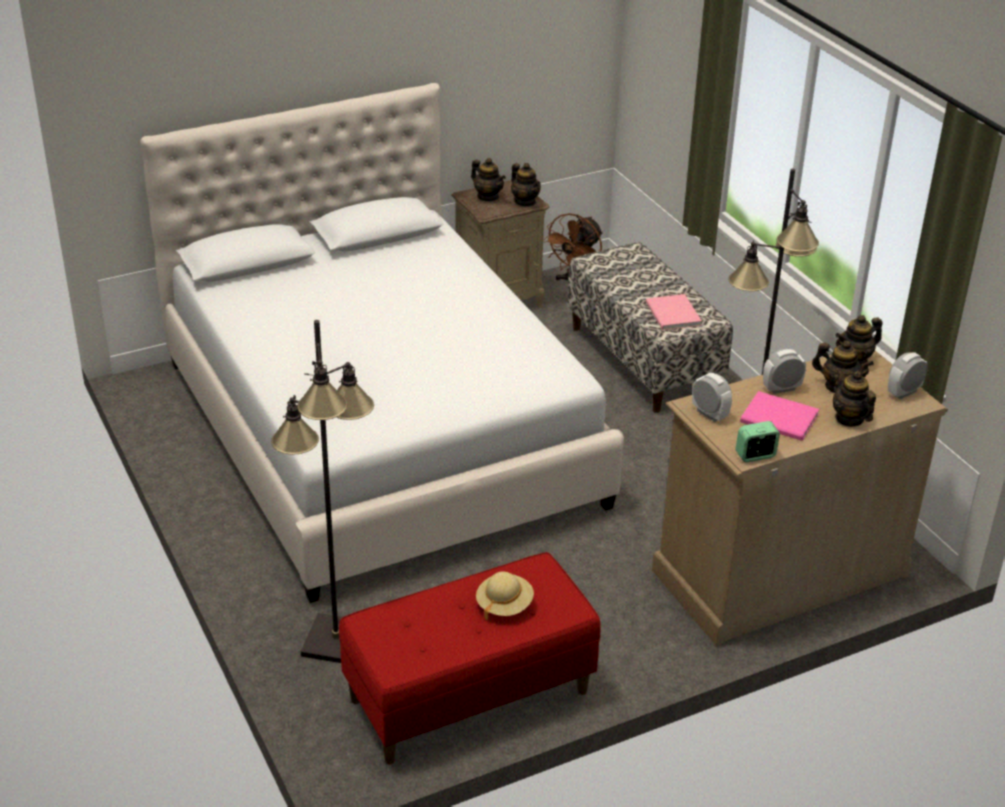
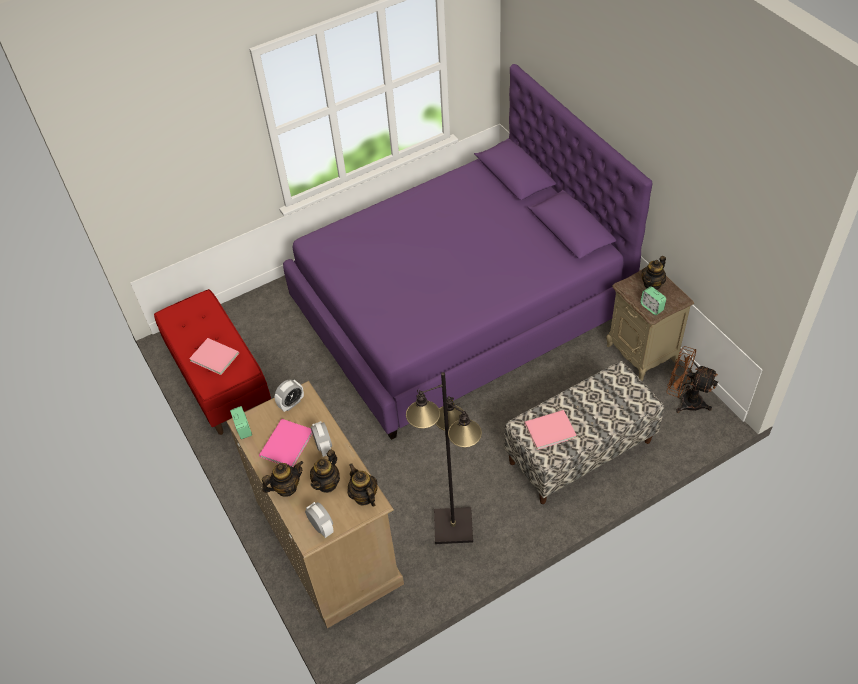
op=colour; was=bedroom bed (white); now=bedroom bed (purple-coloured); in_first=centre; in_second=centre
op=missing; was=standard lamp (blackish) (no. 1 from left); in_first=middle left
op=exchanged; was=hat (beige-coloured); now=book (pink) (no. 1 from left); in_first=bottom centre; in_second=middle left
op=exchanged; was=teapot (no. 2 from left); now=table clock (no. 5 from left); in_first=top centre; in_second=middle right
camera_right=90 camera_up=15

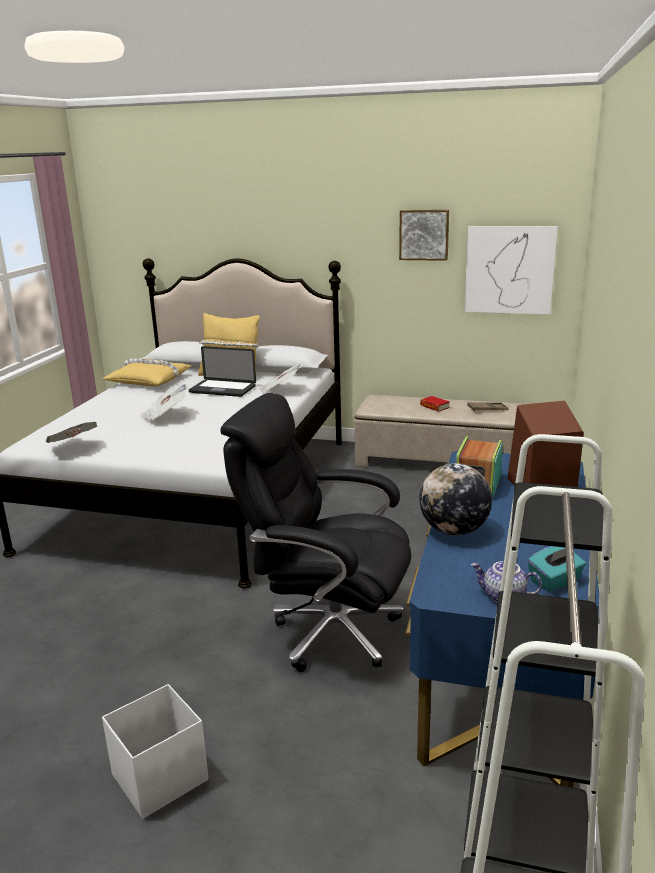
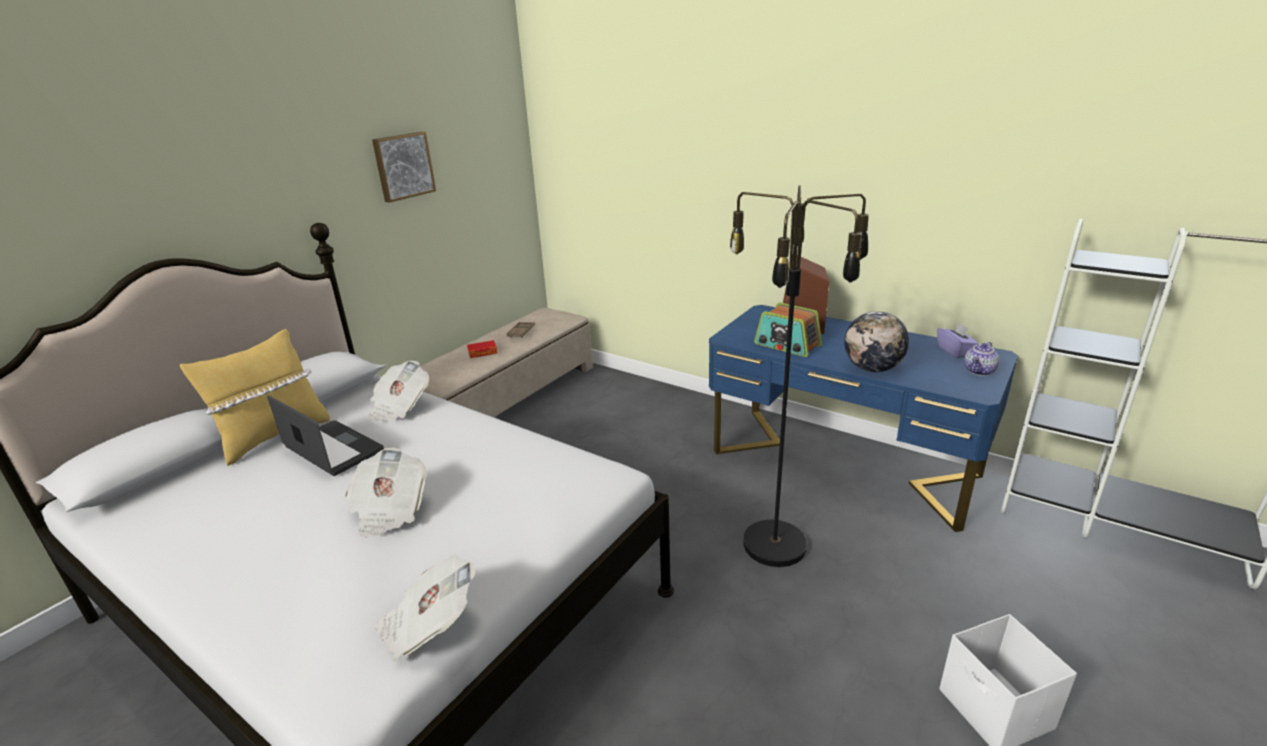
op=missing; was=throw pillow (yellow-coloured) (no. 1 from left); in_first=middle left
op=spun; was=notebook computer; in_first=centre; in_second=middle left; clockwise=-90
op=exchanged; was=computer chair (blackish); now=standard lamp; in_first=centre; in_second=centre
op=missing; was=wall art (no. 2 from left); in_first=top right
op=colour; was=tissue box (turquoise); now=tissue box (purple-coloured); in_first=middle right; in_second=middle right
camera_right=-70 camera_up=5

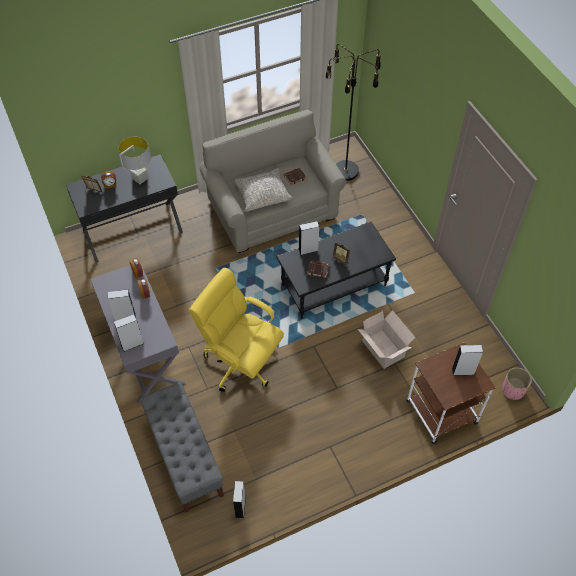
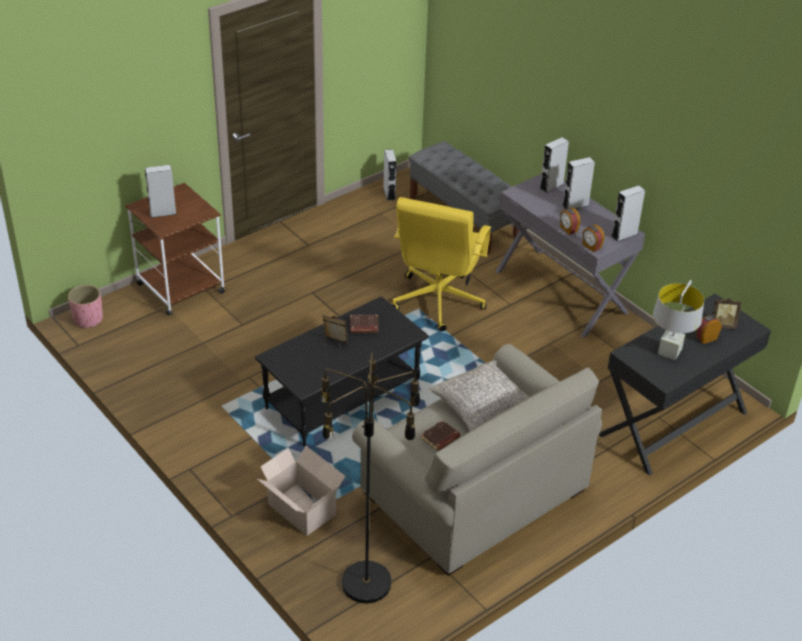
op=spun; was=computer chair (yellow-coloured); in_first=centre; in_second=centre; clockwise=90
op=relocated; was=loudspeaker (gray) (no. 4 from left in the first image); now=loudspeaker (gray) (no. 5 from left); in_first=centre; in_second=top right
op=relocated; was=carton; in_first=middle right; in_second=bottom centre
camera_right=165 camera_up=-15

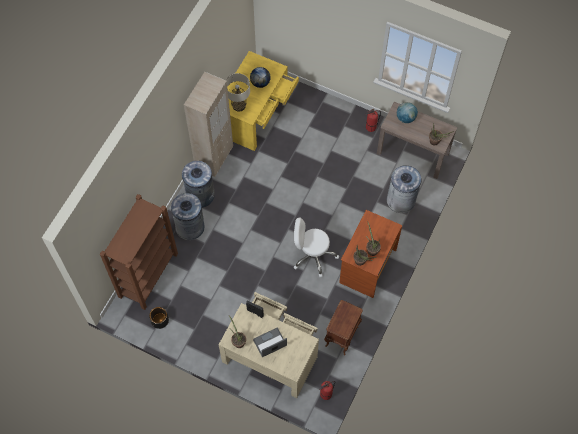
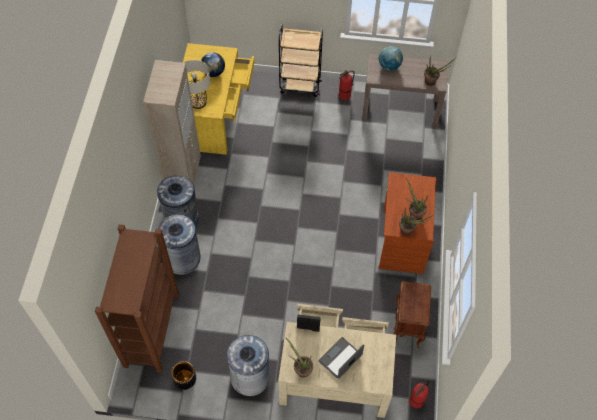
op=missing; was=computer chair (white); in_first=centre
op=relocated; was=rubbish bin (gray) (no. 3 from left); in_first=middle right; in_second=bottom centre
op=appeared; now=cart (brown); in_second=top centre
camera_right=-20 camera_up=-5

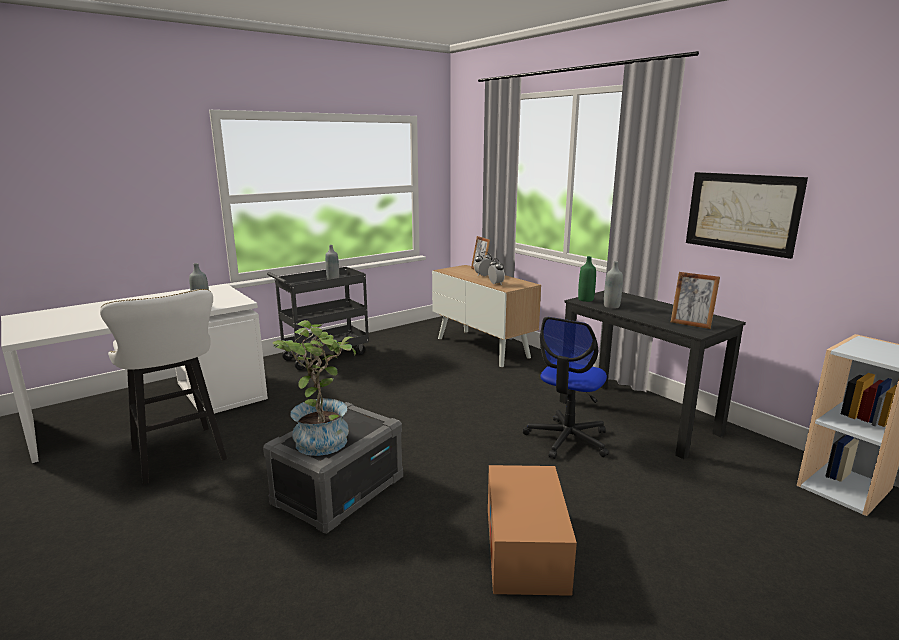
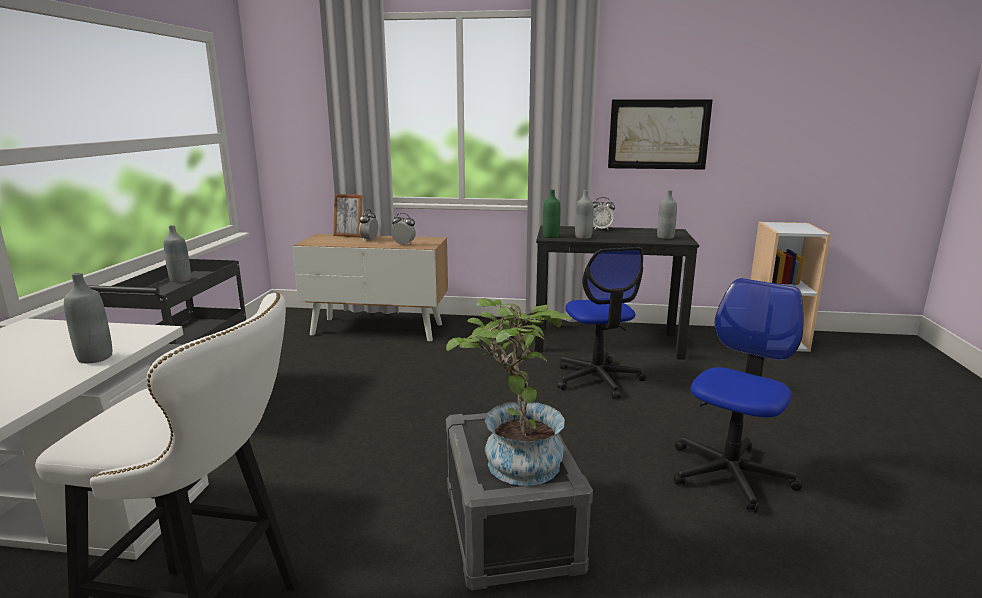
op=exchanged; was=carton; now=computer chair (no. 2 from left); in_first=bottom centre; in_second=middle right
op=exchanged; was=standing frame (no. 2 from left); now=drink bottle (gray) (no. 4 from left); in_first=middle right; in_second=middle right
op=appeared; now=table clock (no. 3 from left); in_second=centre
camera_right=-45 camera_up=0

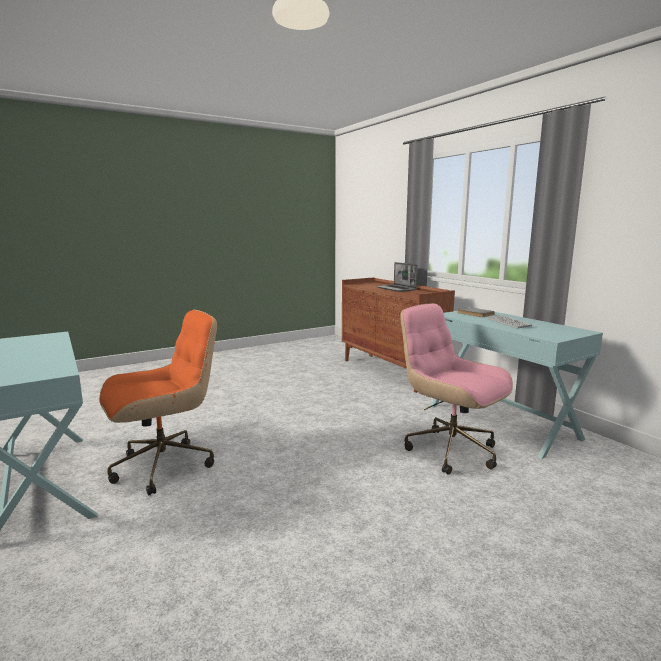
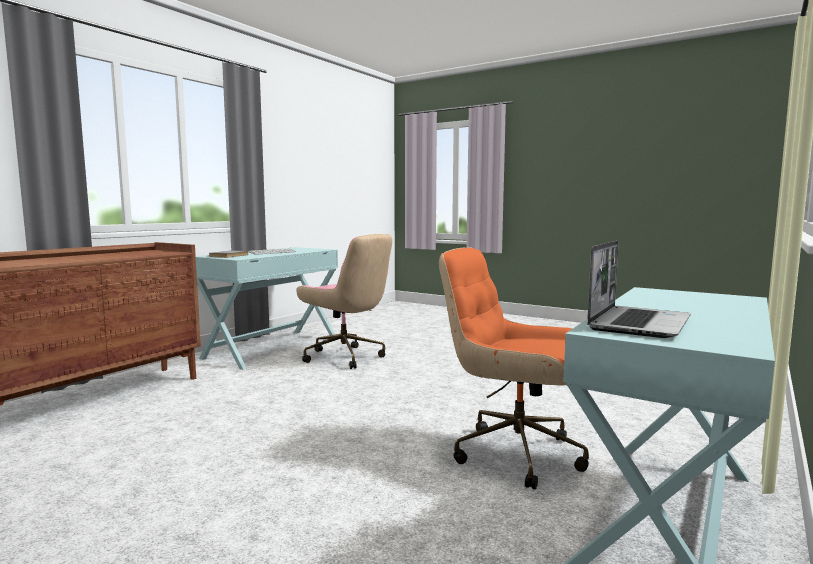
op=relocated; was=notebook computer; in_first=centre; in_second=middle right
op=spun; was=computer chair (pink); in_first=middle right; in_second=centre; clockwise=-75
camera_right=-115 camera_up=-5

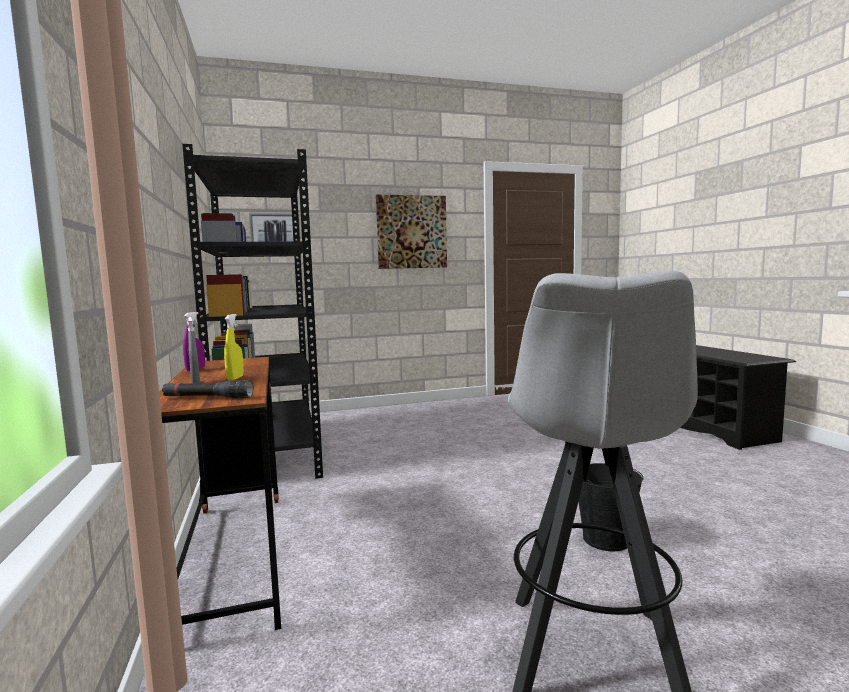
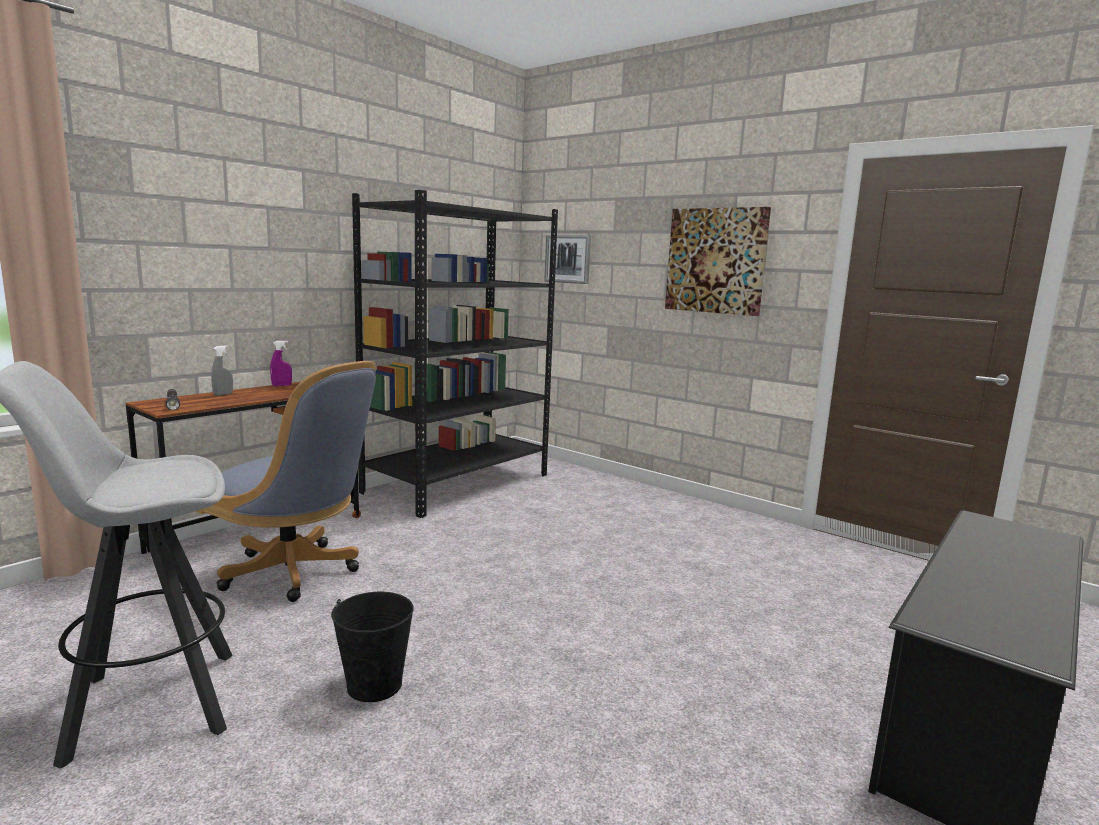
op=missing; was=spray bottle (yellow-coloured); in_first=middle left
op=appeared; now=computer chair (bluish); in_second=middle left
camera_right=55 camera_up=5

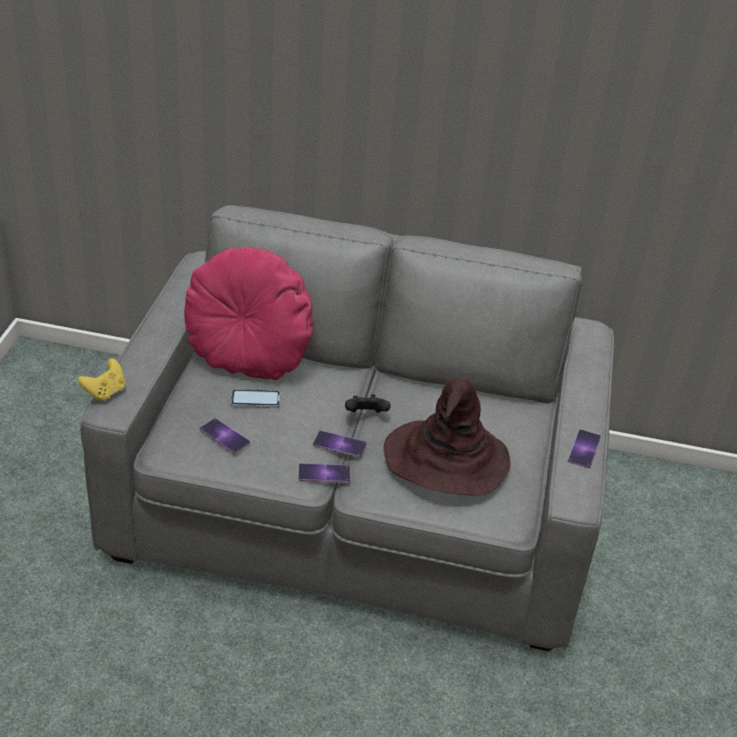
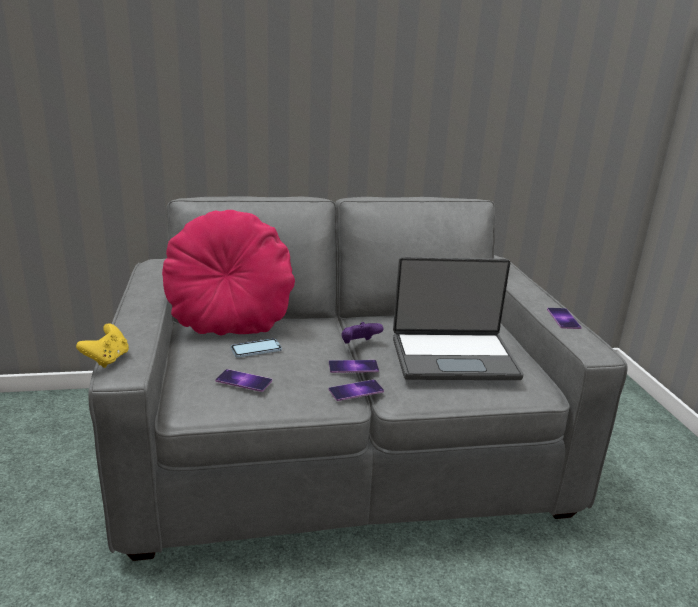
op=colour; was=gamepad (blackish); now=gamepad (purple-coloured); in_first=centre; in_second=centre
op=exchanged; was=hat (brown); now=notebook computer; in_first=centre; in_second=centre
camera_right=-20 camera_up=-15

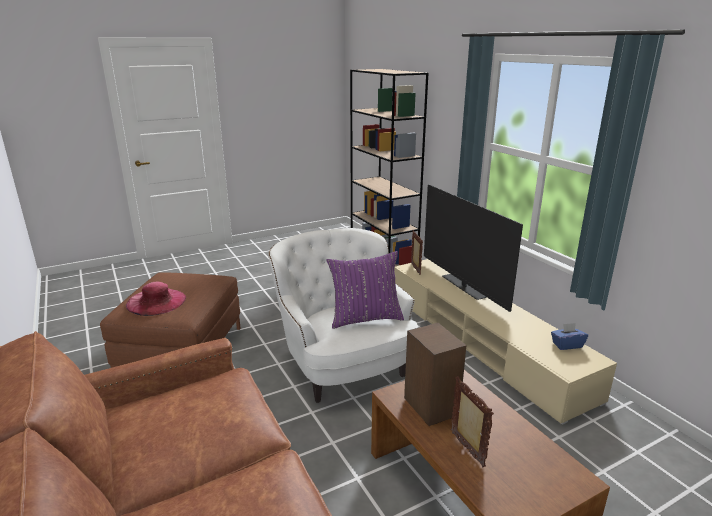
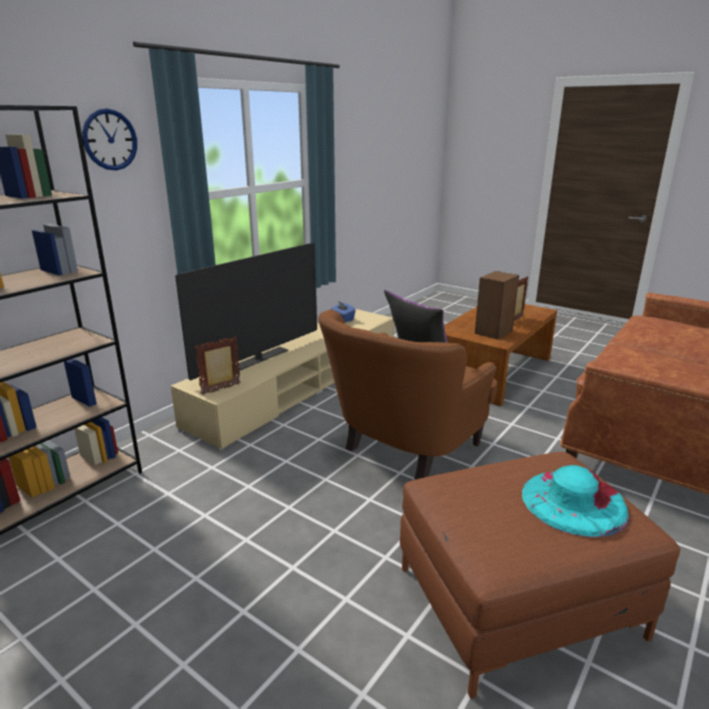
op=colour; was=hat (pink); now=hat (turquoise); in_first=middle left; in_second=bottom right
op=colour; was=lounge chair (white); now=lounge chair (brown); in_first=centre; in_second=centre
op=appeared; now=wall clock; in_second=top left
camera_right=-115 camera_up=0

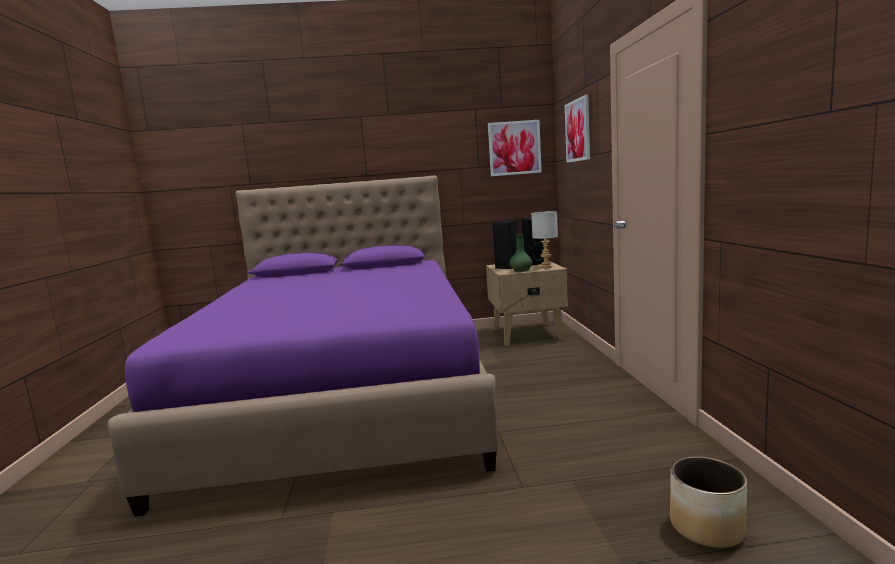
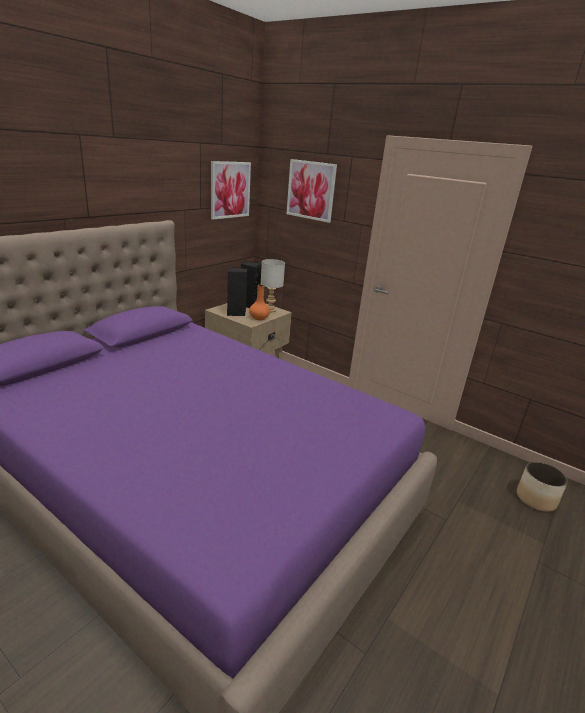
op=colour; was=decorative vase (green-coloured); now=decorative vase (orangey); in_first=centre; in_second=centre
camera_right=-50 camera_up=15

